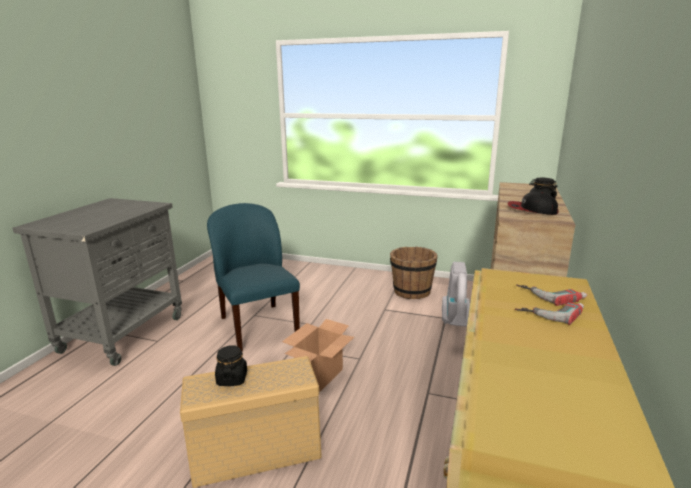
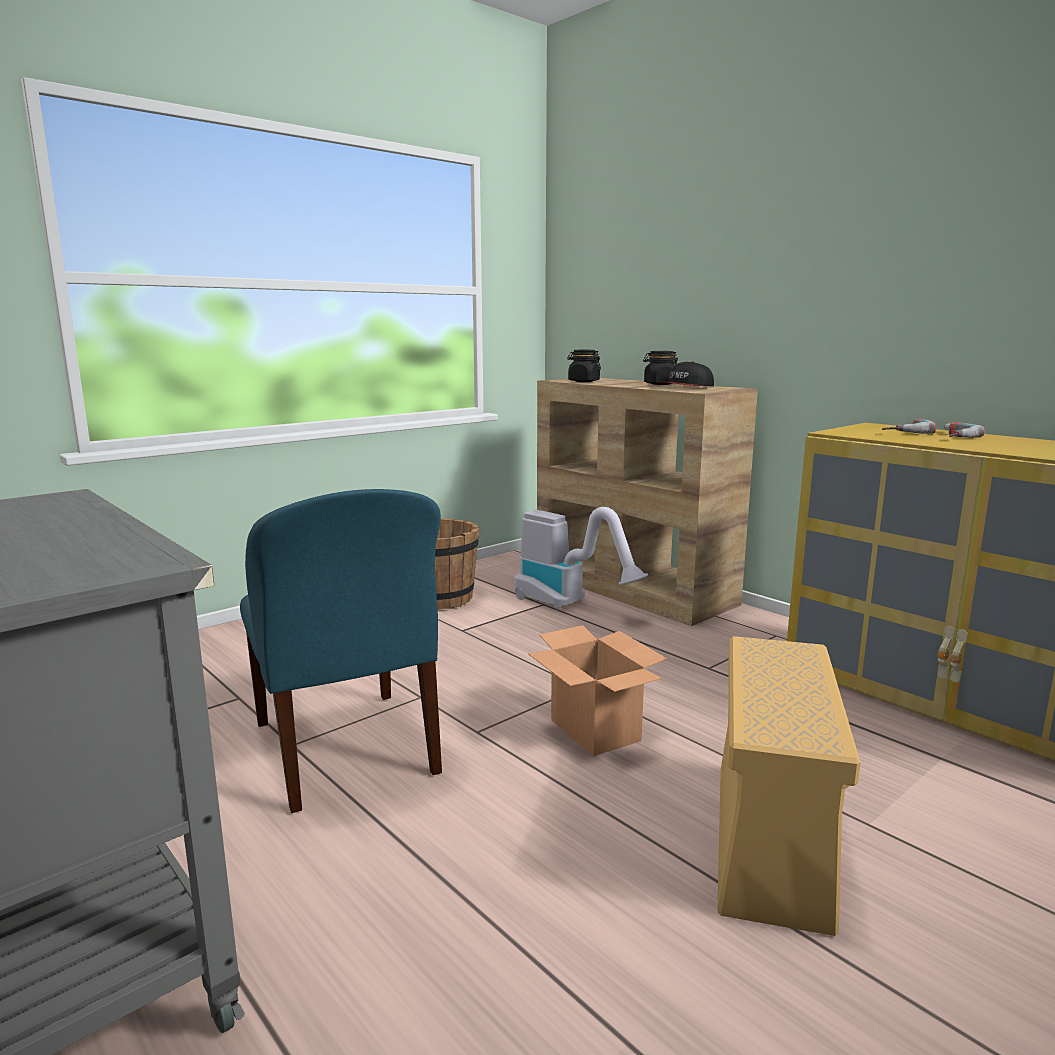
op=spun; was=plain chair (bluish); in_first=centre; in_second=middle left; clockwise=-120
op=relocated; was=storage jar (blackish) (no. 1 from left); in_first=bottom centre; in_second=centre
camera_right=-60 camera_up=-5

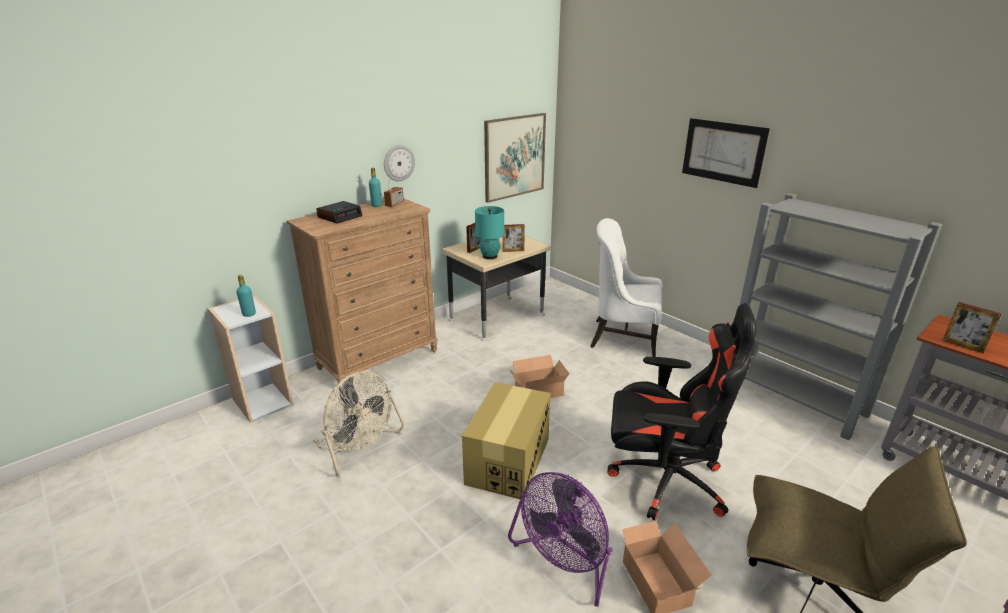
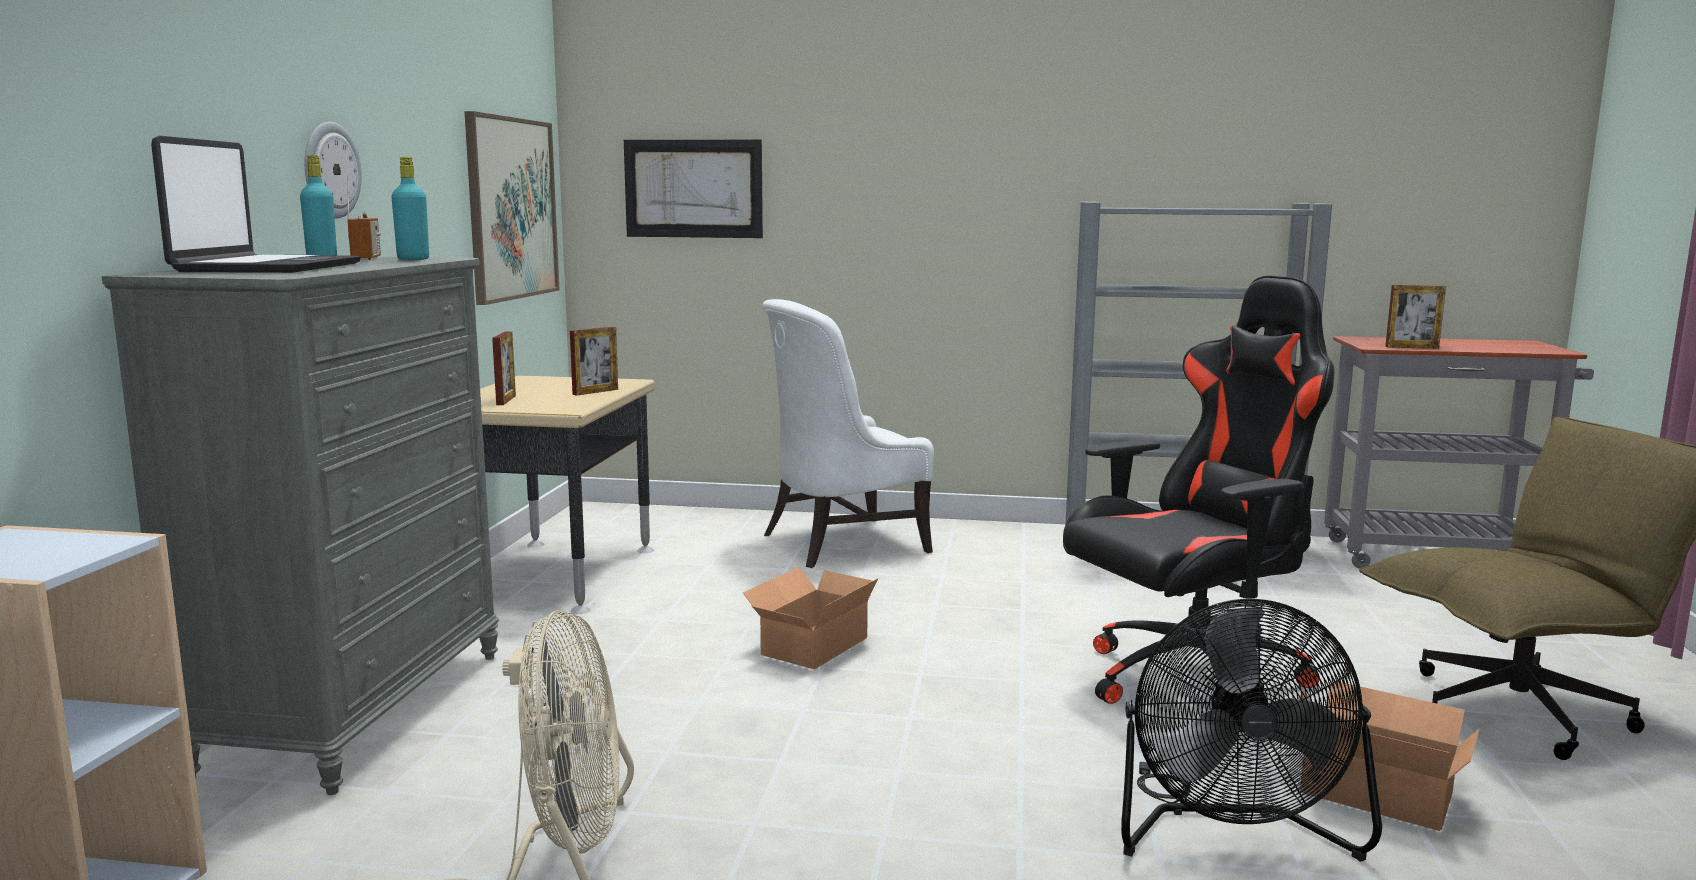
op=relocated; was=drink bottle (turquoise) (no. 1 from left in the first image); now=drink bottle (turquoise) (no. 2 from left); in_first=middle left; in_second=top left
op=colour; was=dresser (brown); now=dresser (gray); in_first=centre; in_second=middle left
op=exchanged; was=table clock; now=notebook computer; in_first=centre; in_second=top left
op=missing; was=carton (no. 1 from left); in_first=bottom centre
op=missing; was=table lamp (turquoise); in_first=centre
op=colour; was=cooling fan (purple-coloured); now=cooling fan (blackish); in_first=bottom centre; in_second=bottom right
op=relocated; was=wall art (no. 2 from left); in_first=top right; in_second=top centre
camera_right=-40 camera_up=-15

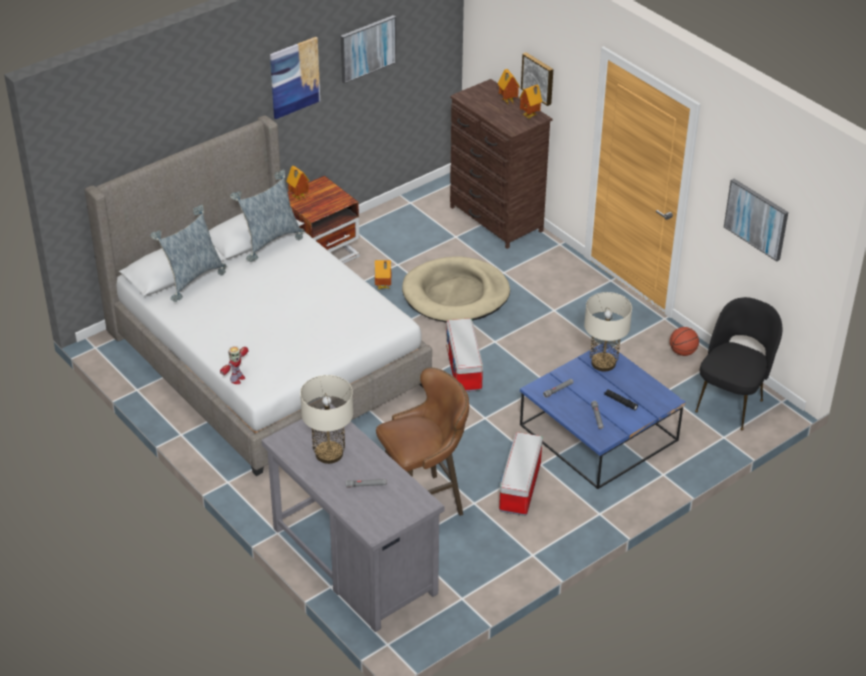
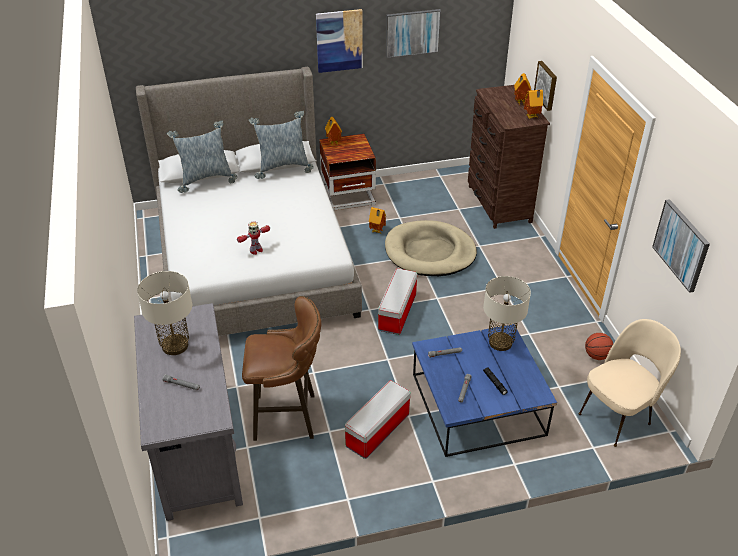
op=relocated; was=model robot; in_first=middle left; in_second=centre
op=colour; was=plain chair (blackish); now=plain chair (beige-coloured); in_first=middle right; in_second=bottom right
camera_right=25 camera_up=0

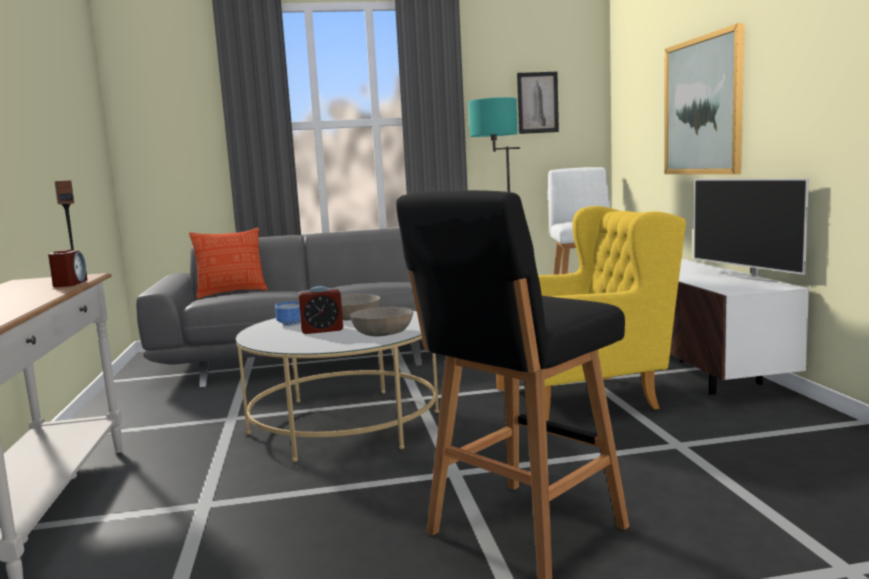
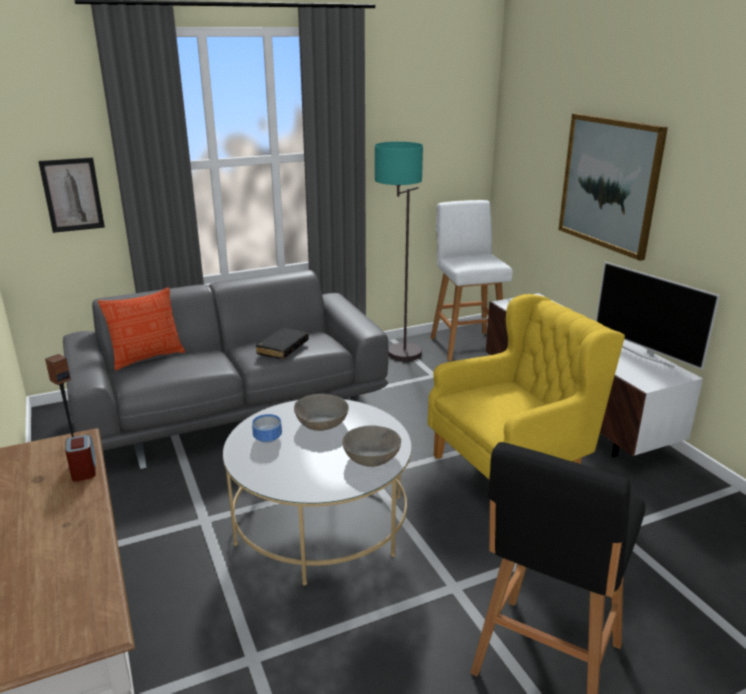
op=missing; was=table clock (no. 2 from left); in_first=centre
op=relocated; was=wall art (no. 1 from left); in_first=top centre; in_second=top left
op=appeared; now=book (blackish); in_second=centre
camera_right=-15 camera_up=15

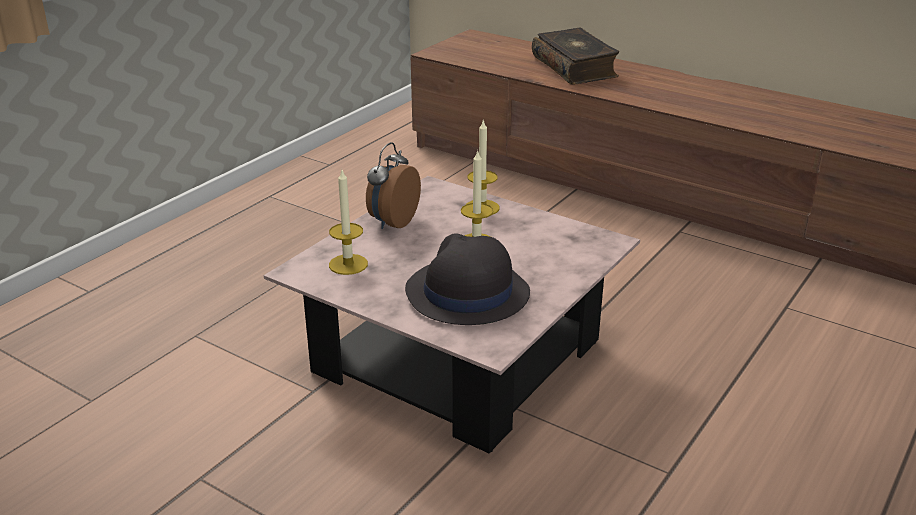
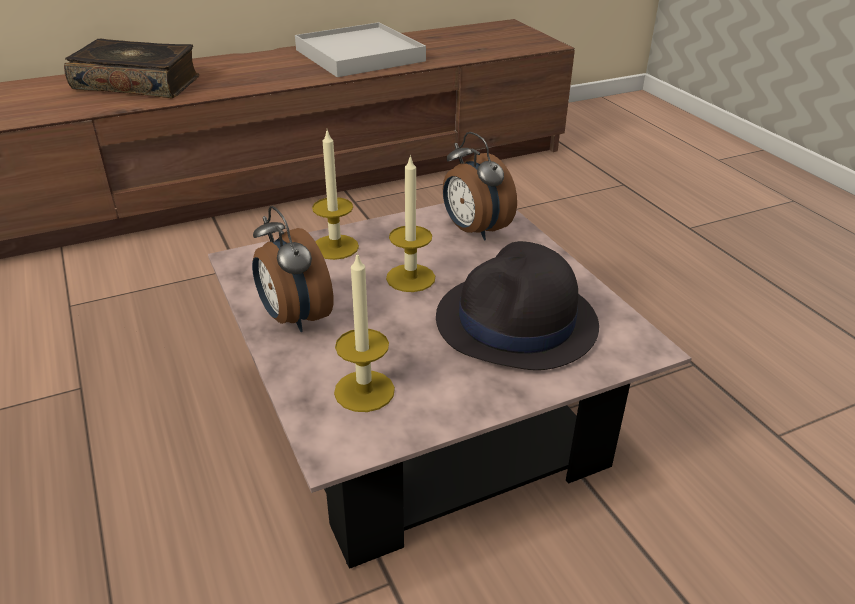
op=appeared; now=carrying tray (white); in_second=top centre
op=appeared; now=table clock (no. 2 from left); in_second=top centre
camera_right=-60 camera_up=5

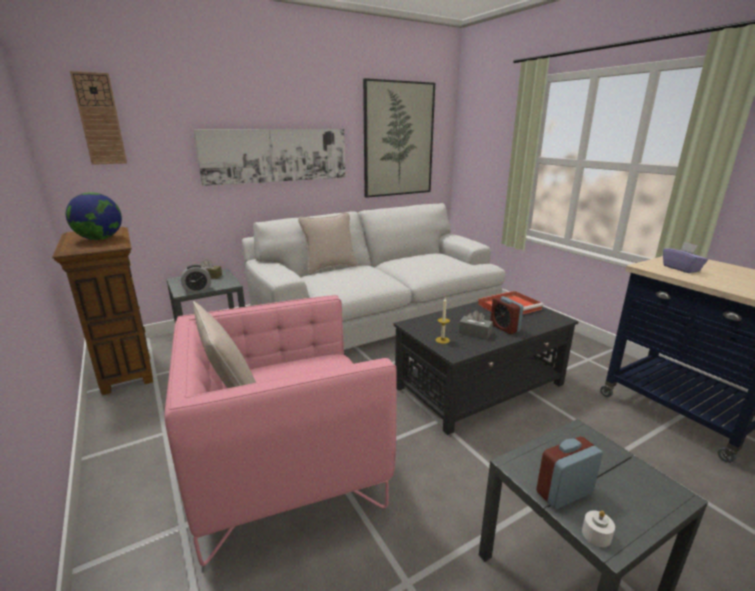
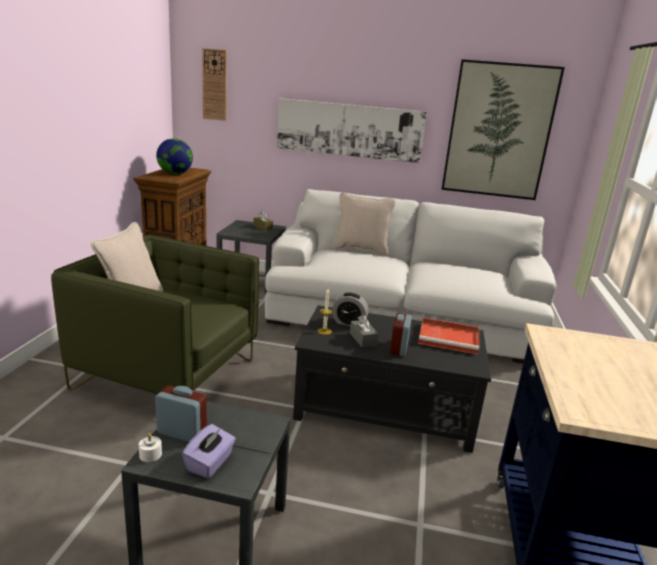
op=colour; was=lounge chair (pink); now=lounge chair (green-coloured); in_first=bottom centre; in_second=middle left
op=relocated; was=table clock (no. 1 from left in the first image); now=table clock (no. 2 from left); in_first=middle left; in_second=centre
op=relocated; was=tissue box (purple-coloured); in_first=middle right; in_second=bottom left
camera_right=40 camera_up=0

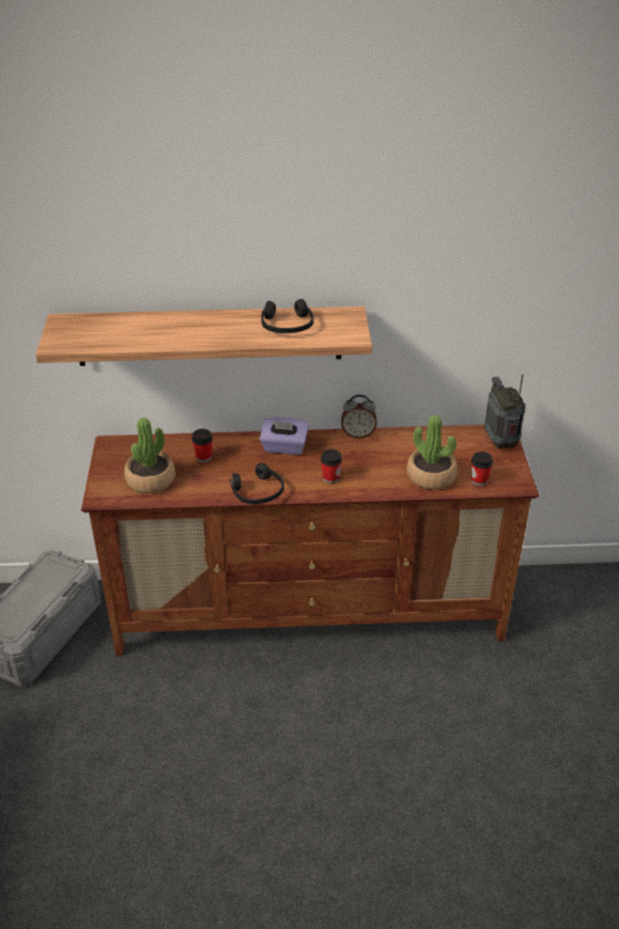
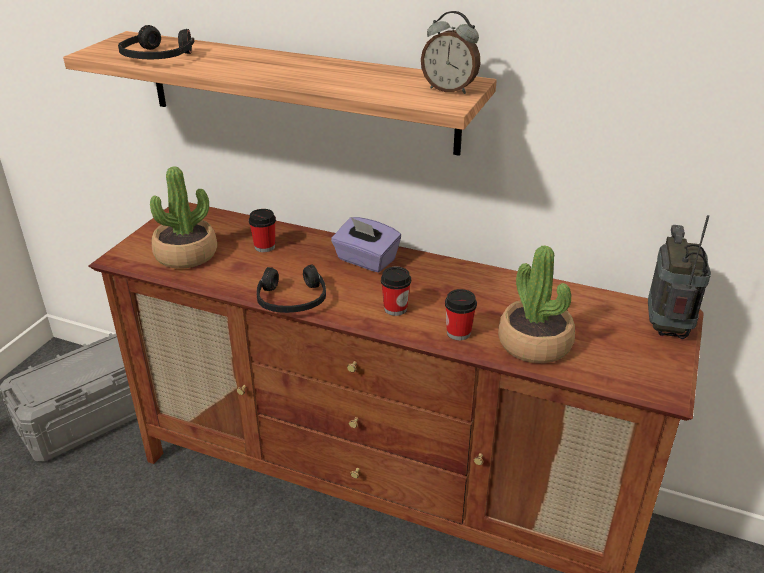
op=relocated; was=headphones (blackish) (no. 2 from left in the first image); now=headphones (blackish) (no. 1 from left); in_first=centre; in_second=top left
op=relocated; was=table clock; in_first=centre; in_second=top centre
op=relocated; was=small cup (no. 3 from left); in_first=middle right; in_second=centre
camera_right=25 camera_up=-5

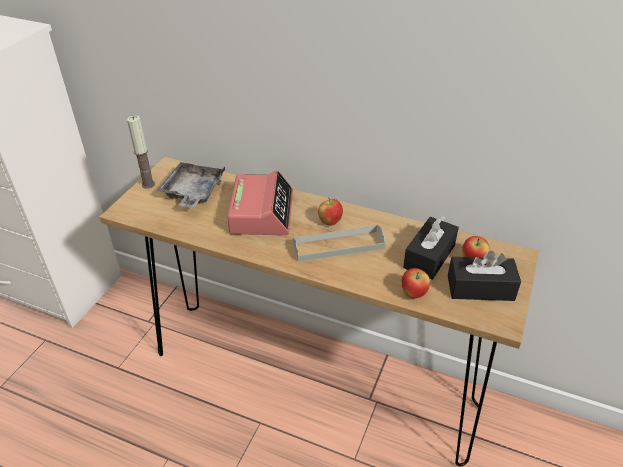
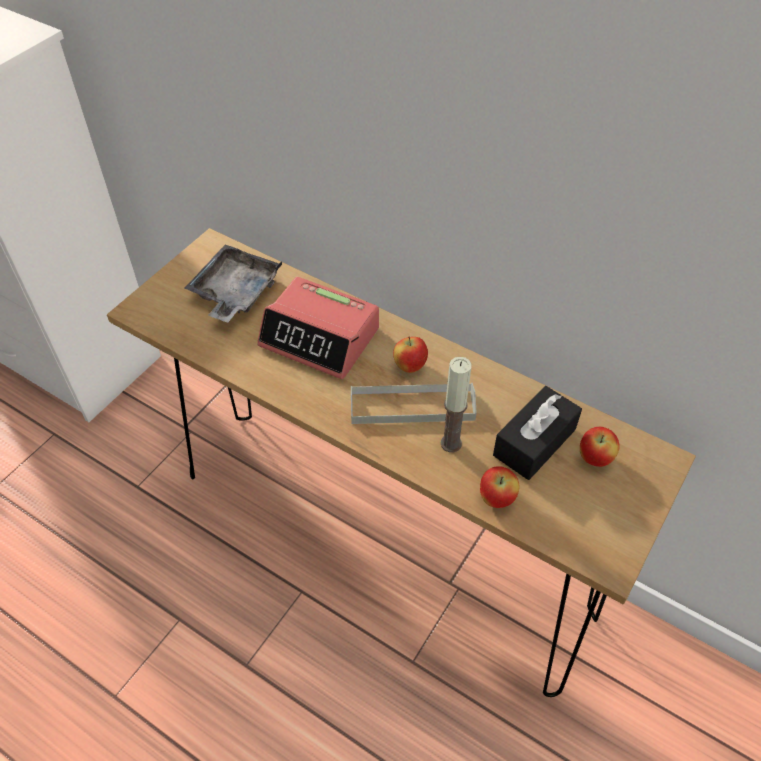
op=relocated; was=candle; in_first=top left; in_second=centre
op=spun; was=table clock; in_first=centre; in_second=centre; clockwise=105
op=missing; was=tissue box (blackish) (no. 2 from left); in_first=middle right
camera_right=10 camera_up=10

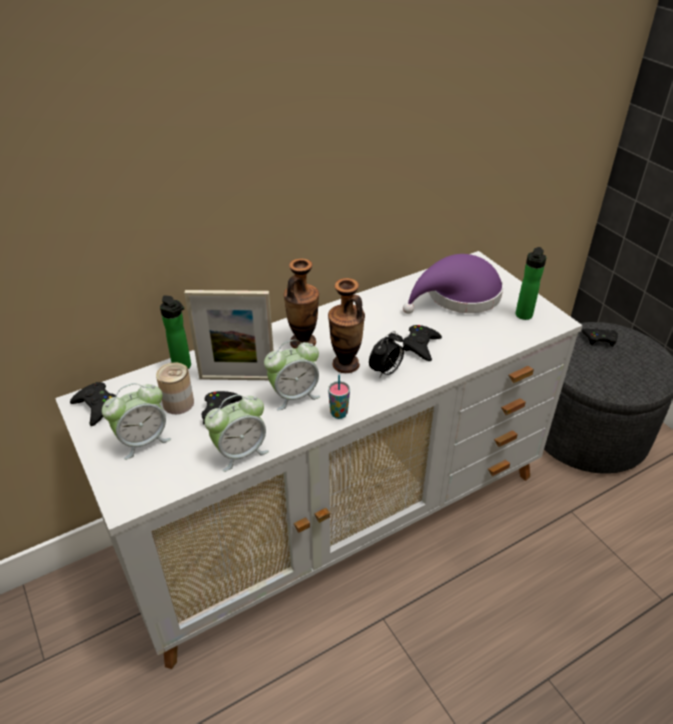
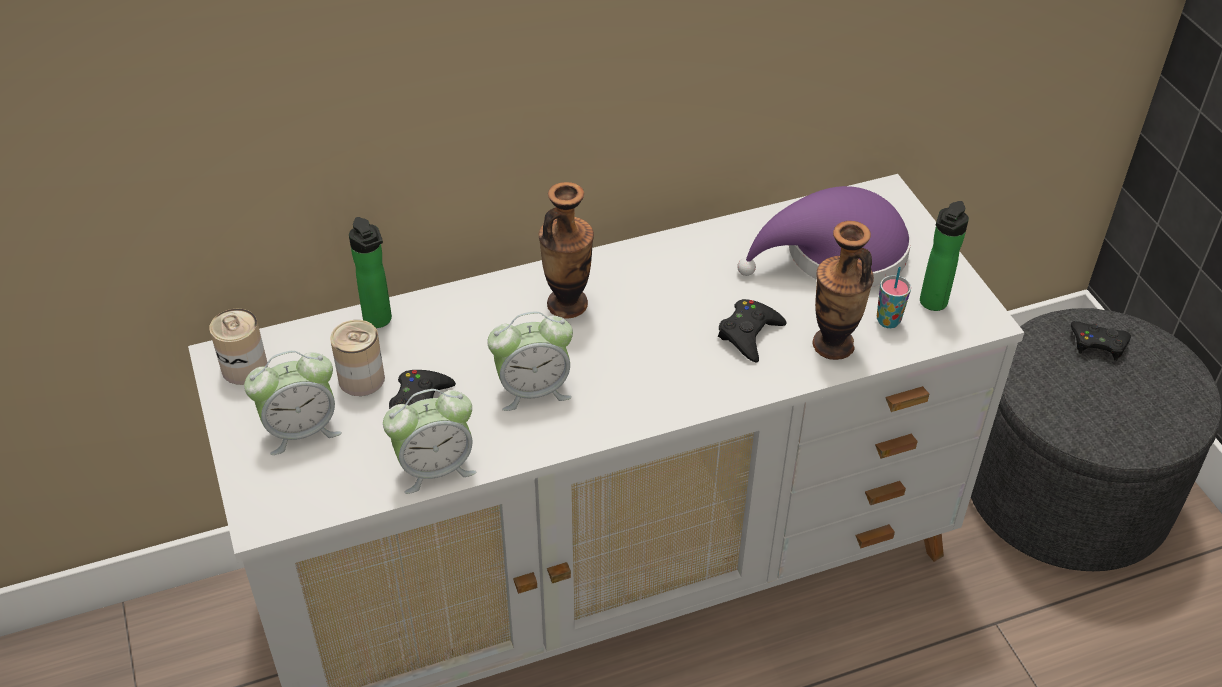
op=exchanged; was=gamepad (blackish) (no. 1 from left); now=sealed can (no. 1 from left); in_first=middle left; in_second=middle left
op=missing; was=standing frame; in_first=centre
op=relocated; was=decorative vase (no. 2 from left); in_first=centre; in_second=middle right
op=relocated; was=small cup; in_first=centre; in_second=middle right
op=missing; was=table clock (no. 4 from left); in_first=centre
camera_right=10 camera_up=5

